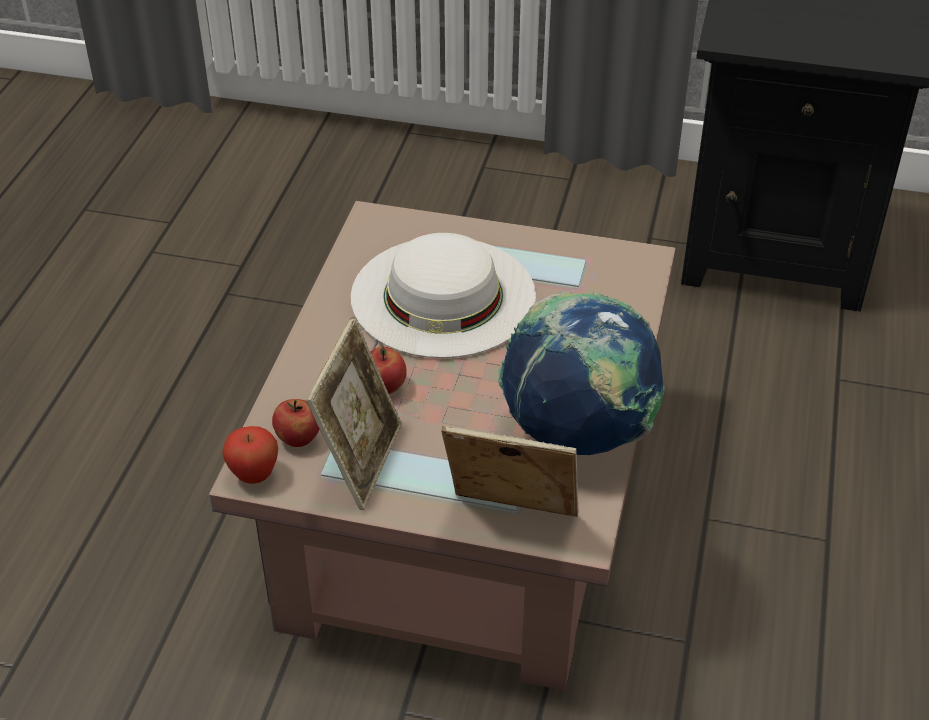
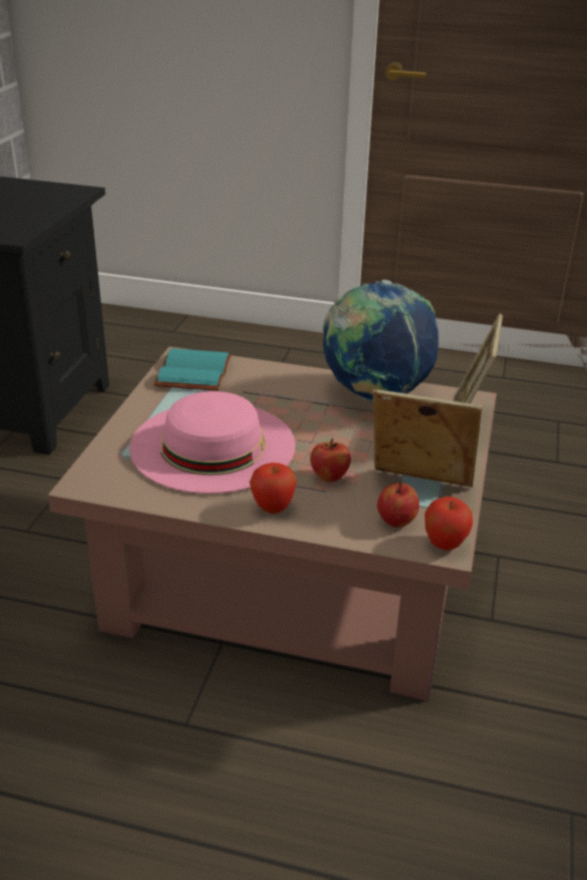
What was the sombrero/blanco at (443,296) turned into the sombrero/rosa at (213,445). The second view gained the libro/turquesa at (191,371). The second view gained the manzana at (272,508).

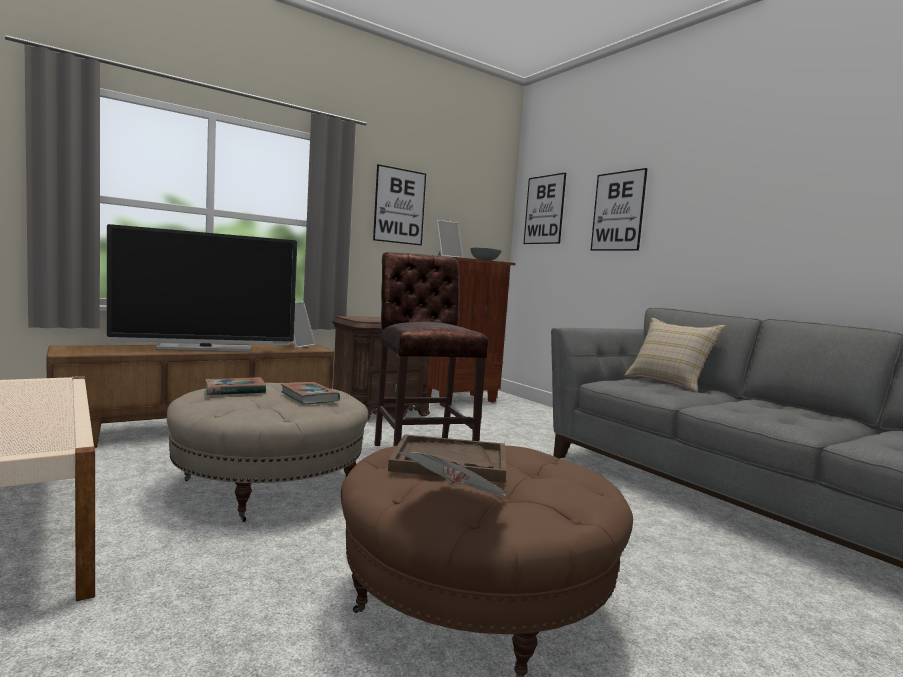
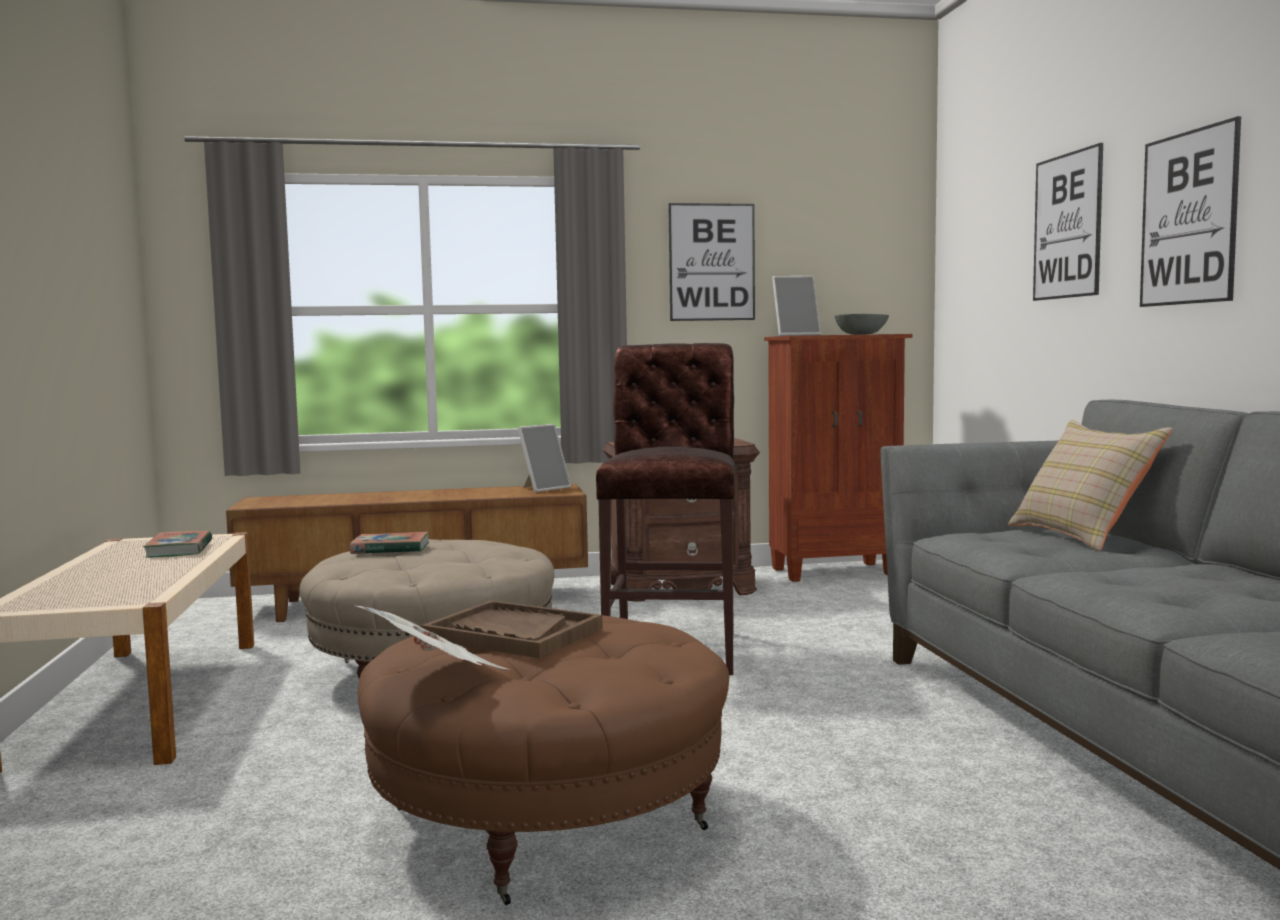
The second view lost the televisor at (205,348). The libro ended up elsewhere, having gone from (309,397) to (179,549). The cuadro ended up elsewhere, having gone from (544,210) to (1188,218).

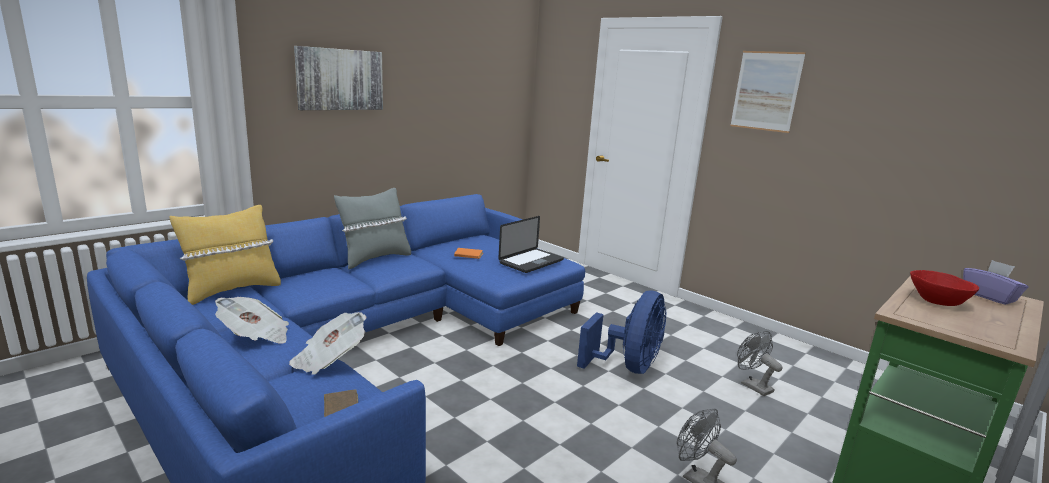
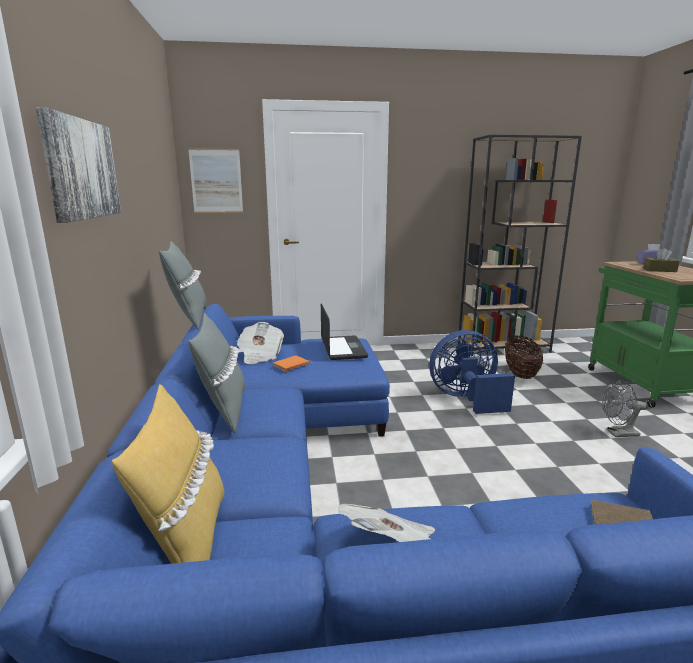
The periódico ended up elsewhere, having gone from (329,359) to (260,355). The ventilador/azul at (628,367) ended up facing another way, 75 degrees counterclockwise from before. The cuadro ended up elsewhere, having gone from (766,91) to (216,181). Where the ventilador/gris stood at (752,385), the cesta came to stand at (520,374). Where the cuenco/rojo stood at (937,301), the caja de pañuelos/marrón came to stand at (659,270). The second view gained the cojín/gris at (188,319). The second view gained the estantería at (503,347).

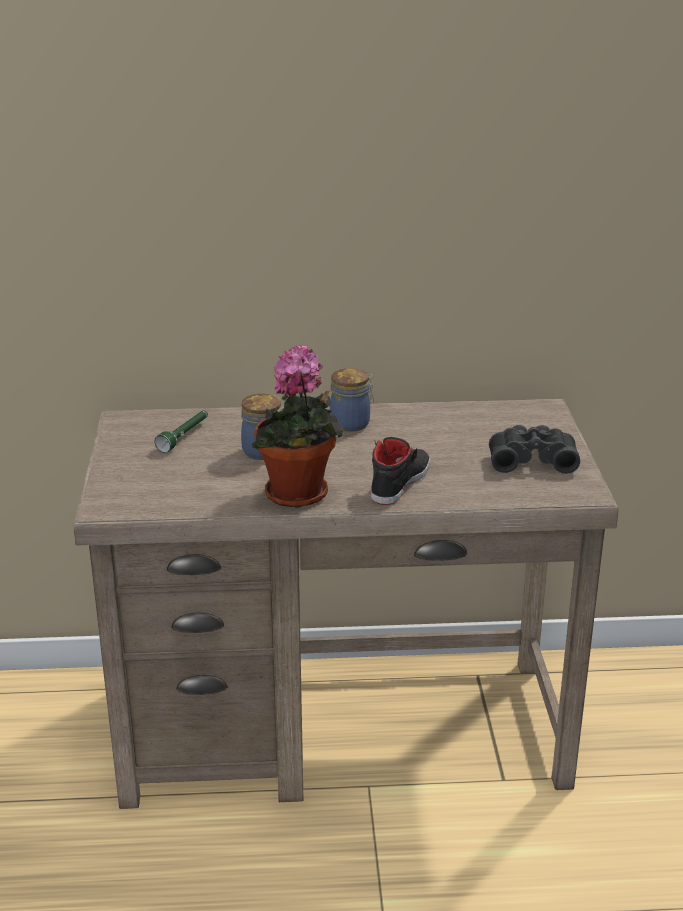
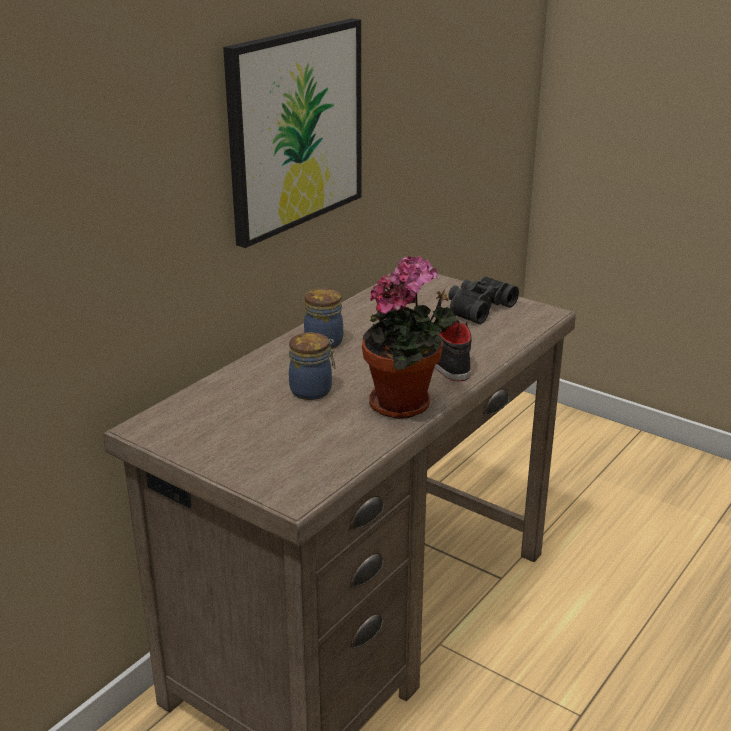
The second view lost the linterna/verde at (184,437). The second view gained the cuadro at (295,129).

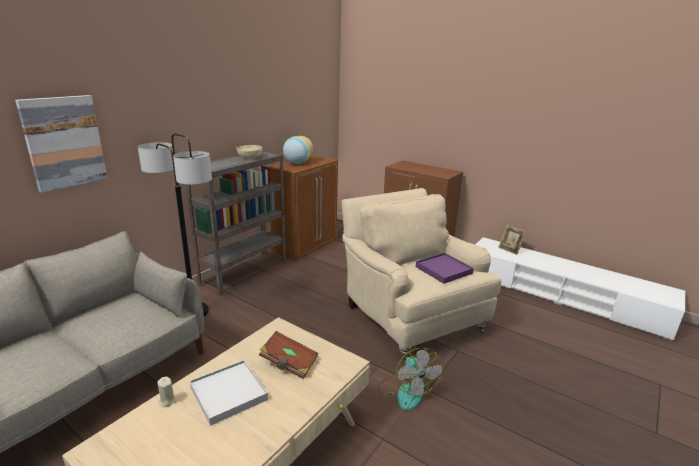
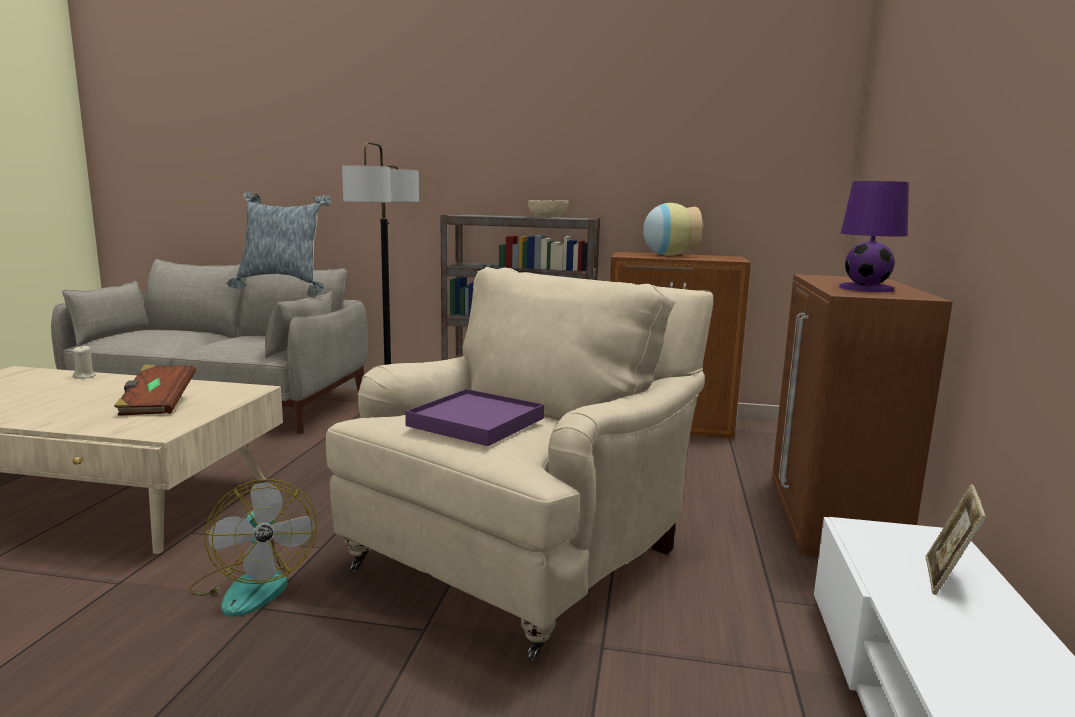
The second view lost the cuadro at (64,142). The second view lost the bandeja/blanco at (228,393). The ventilador at (406,391) ended up facing another way, 75 degrees counterclockwise from before. The second view gained the cojín at (284,292). The second view gained the lámpara de mesa/morado at (866,288).

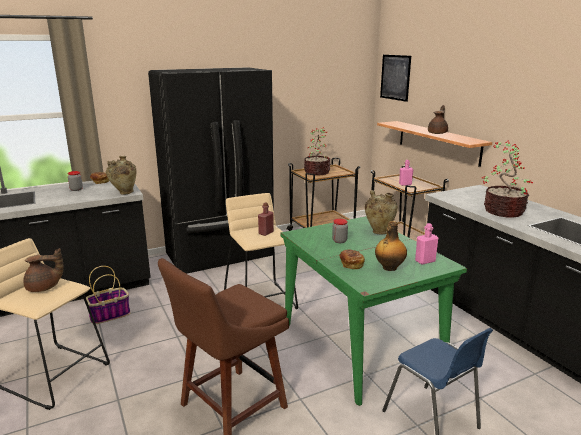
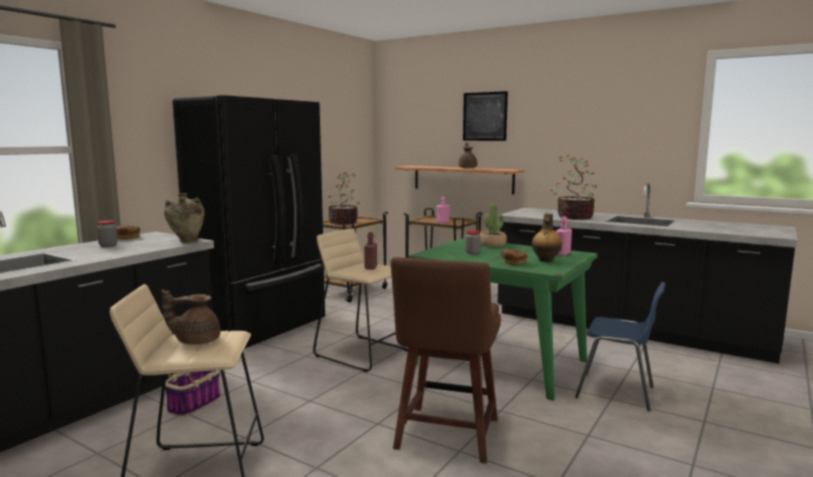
The tetera/marrón at (44,288) ended up facing another way, 150 degrees counterclockwise from before. Where the florero/beis stood at (379,232), the planta en maceta came to stand at (492,244). The cuadro ended up elsewhere, having gone from (395,77) to (485,116).

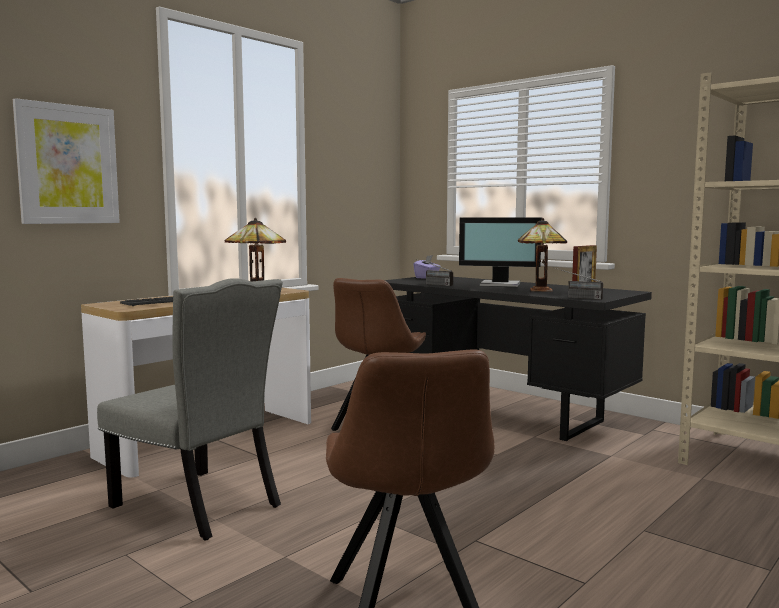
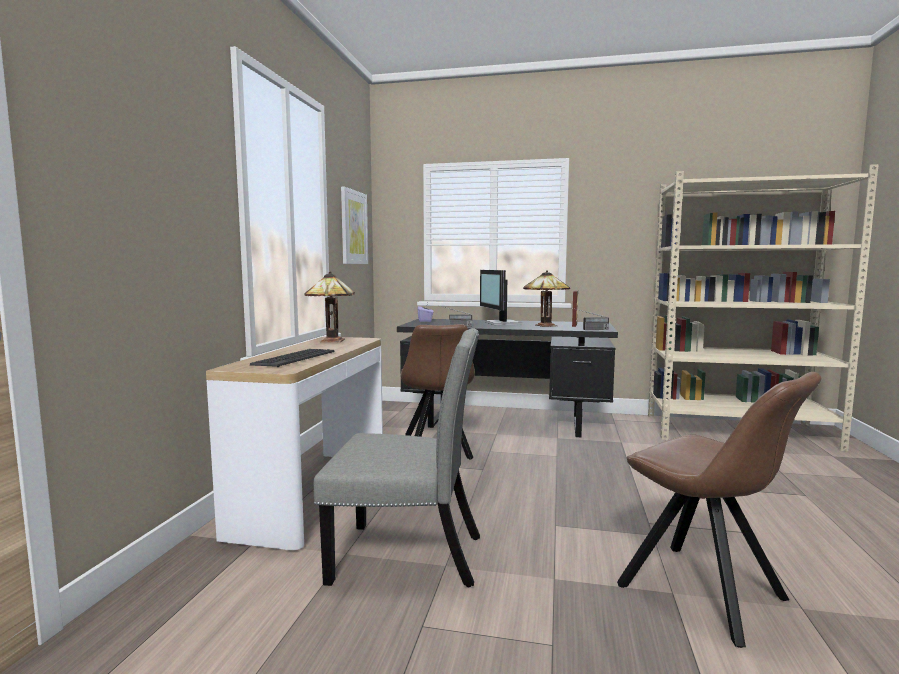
The cuadro ended up elsewhere, having gone from (68,164) to (353,227). The monitor at (500,284) ended up facing another way, 90 degrees clockwise from before.

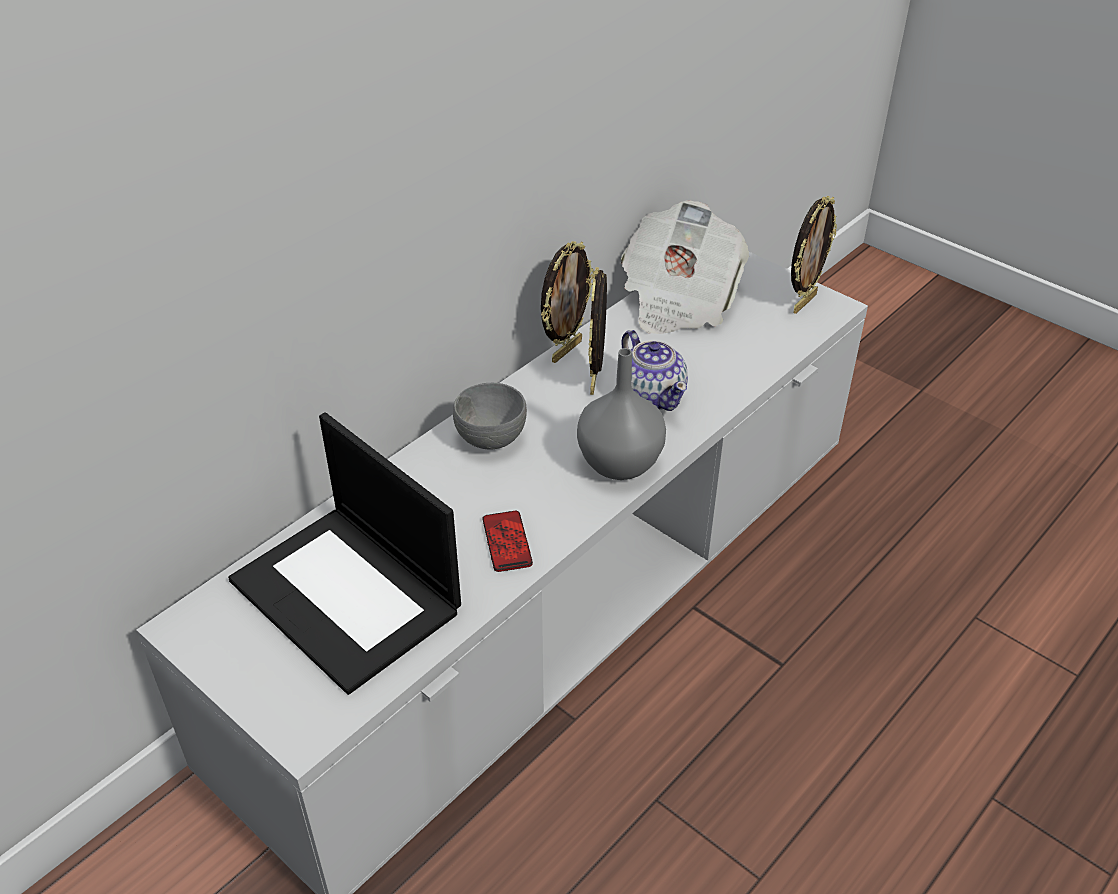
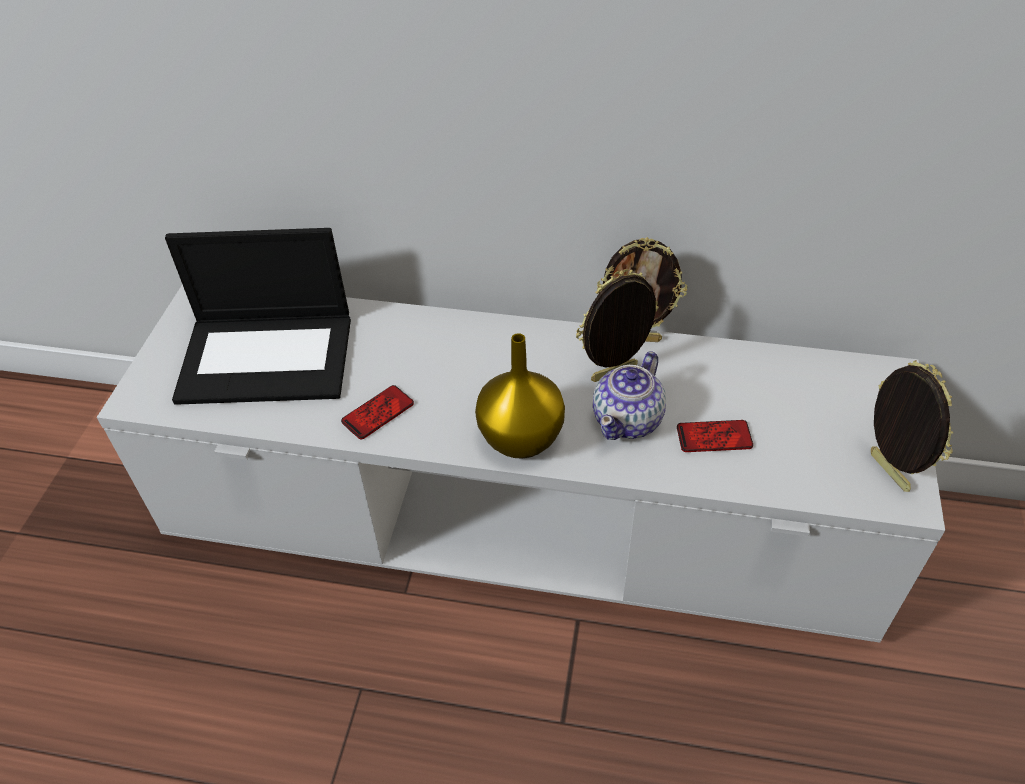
The portátil at (348,596) ended up facing another way, 105 degrees counterclockwise from before. The second view lost the cuenco/gris at (490,439). What was the florero/gris at (619,462) turned into the florero/amarillo at (522,438). The second view lost the periódico at (678,299). The portarretratos at (803,302) ended up facing another way, 120 degrees counterclockwise from before. The second view gained the móvil at (714,437).

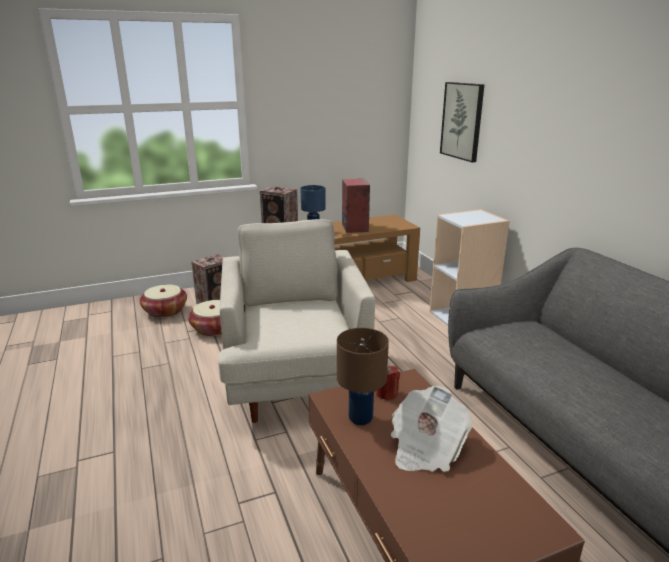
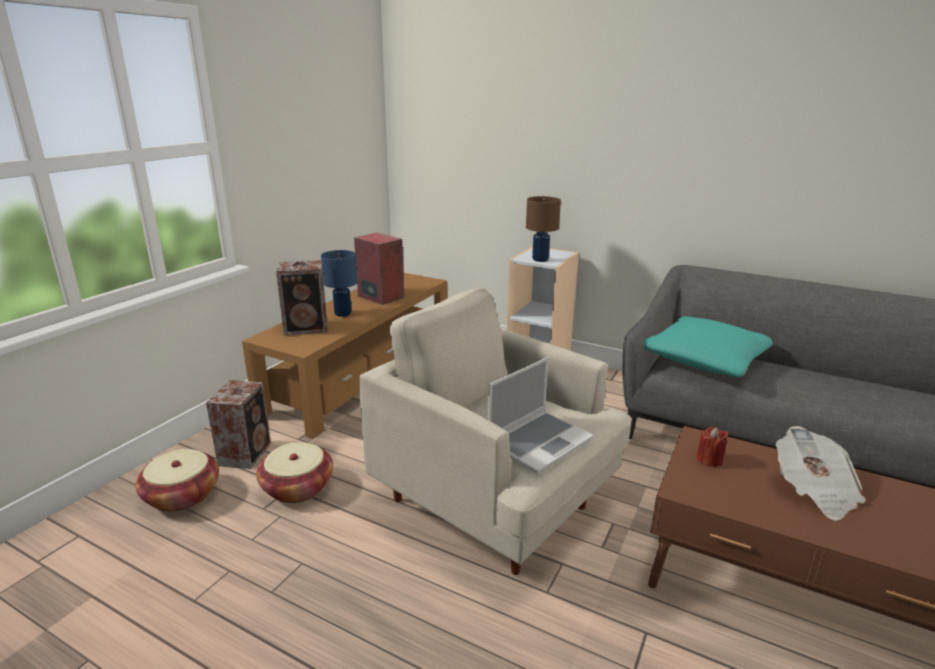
The lámpara de mesa/marrón ended up elsewhere, having gone from (360,419) to (540,260). The second view lost the cuadro at (462,121). The second view gained the portátil at (539,442). The second view gained the cojín/turquesa at (704,361).

